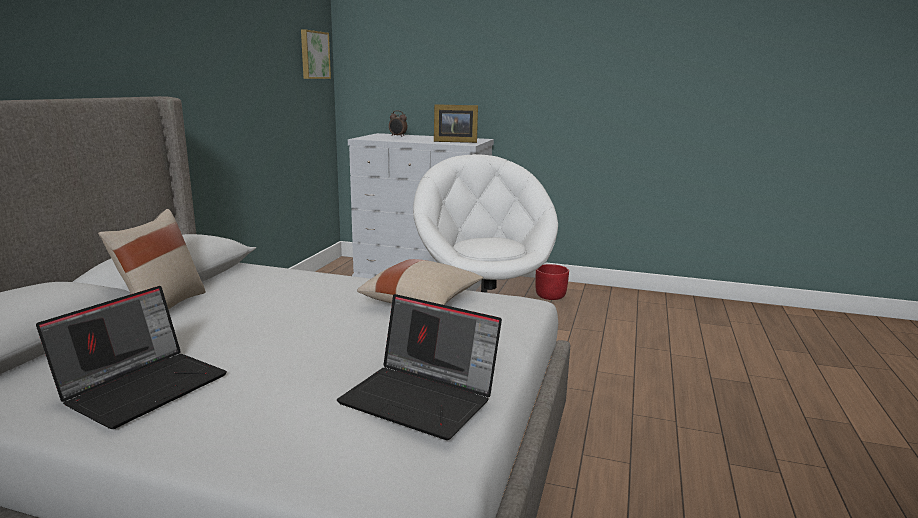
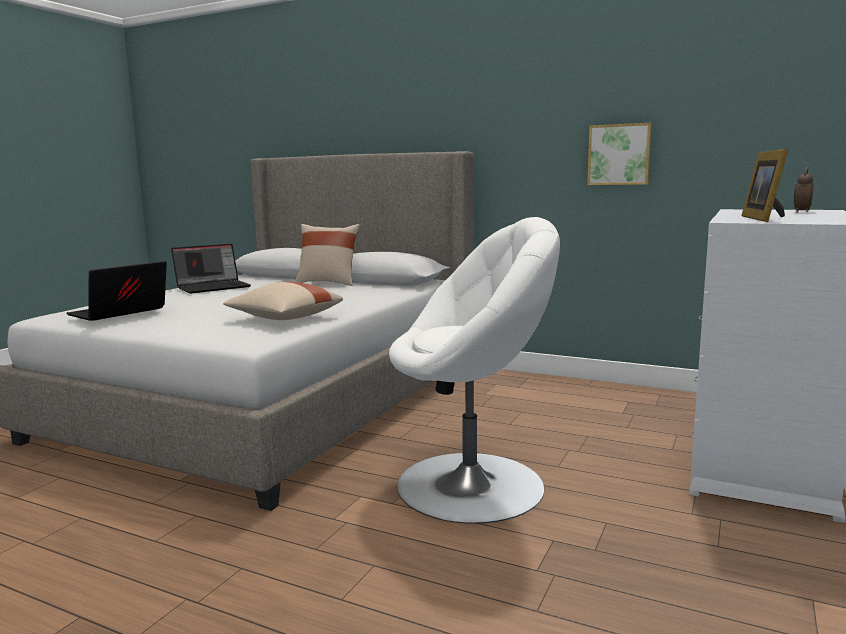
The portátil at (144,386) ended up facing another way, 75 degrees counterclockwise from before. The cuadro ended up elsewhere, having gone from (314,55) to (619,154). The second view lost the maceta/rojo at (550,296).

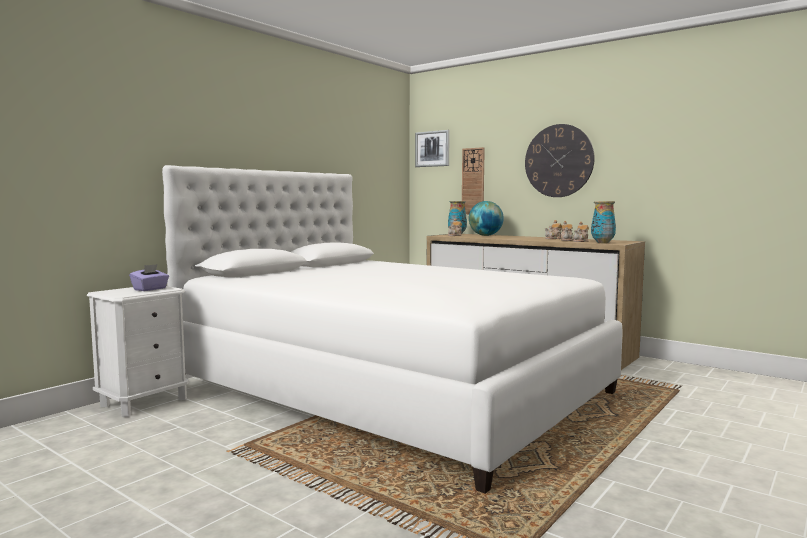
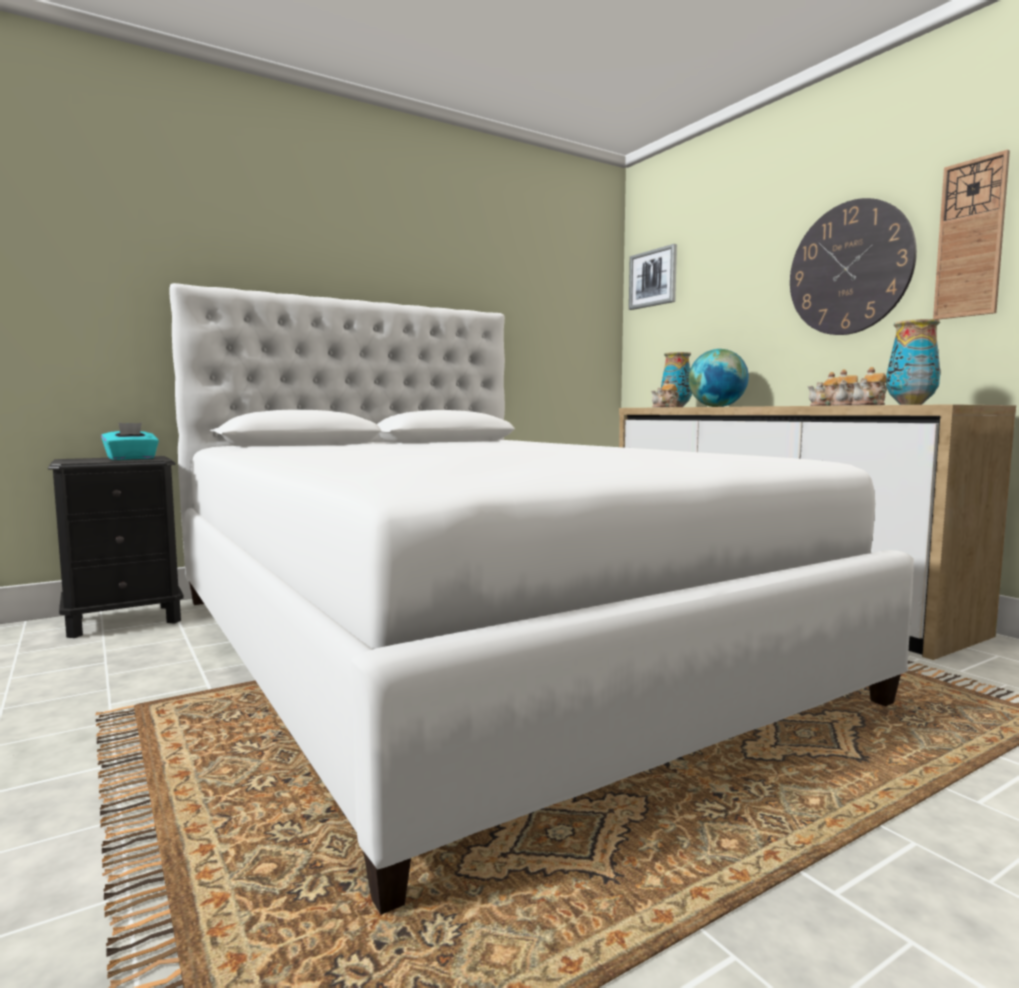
What was the mesita de noche/blanco at (144,402) turned into the mesita de noche/negro at (124,620). What was the caja de pañuelos/morado at (150,289) turned into the caja de pañuelos/turquesa at (131,458). The reloj de pared ended up elsewhere, having gone from (473,181) to (970,239).

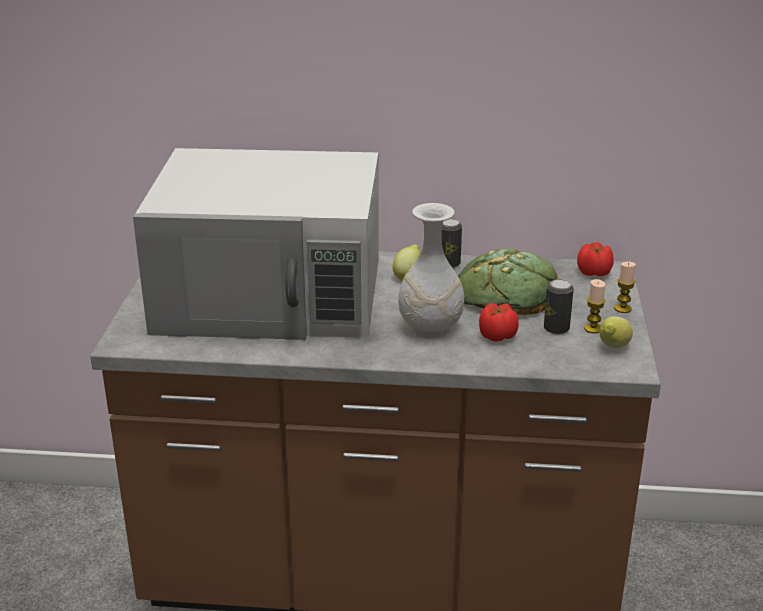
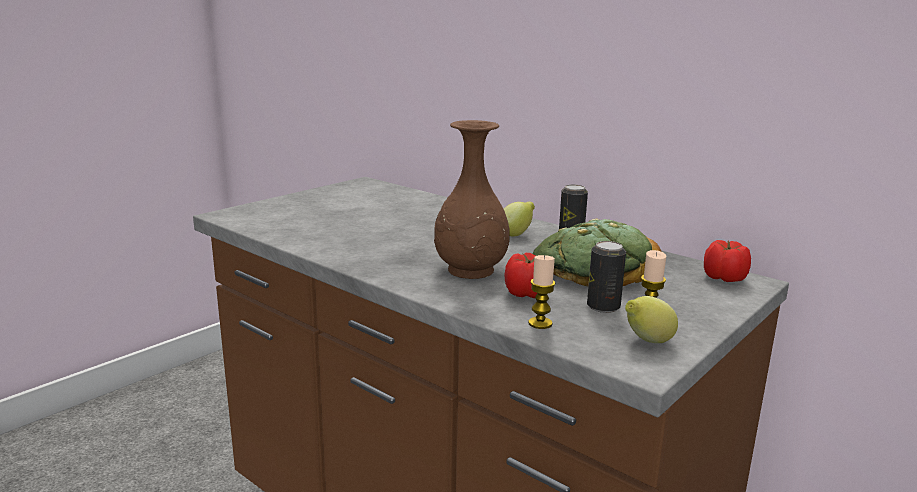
The second view lost the microondas/blanco at (272,294). What was the florero/blanco at (429,328) turned into the florero/marrón at (469,270). The vela ended up elsewhere, having gone from (622,308) to (540,323).

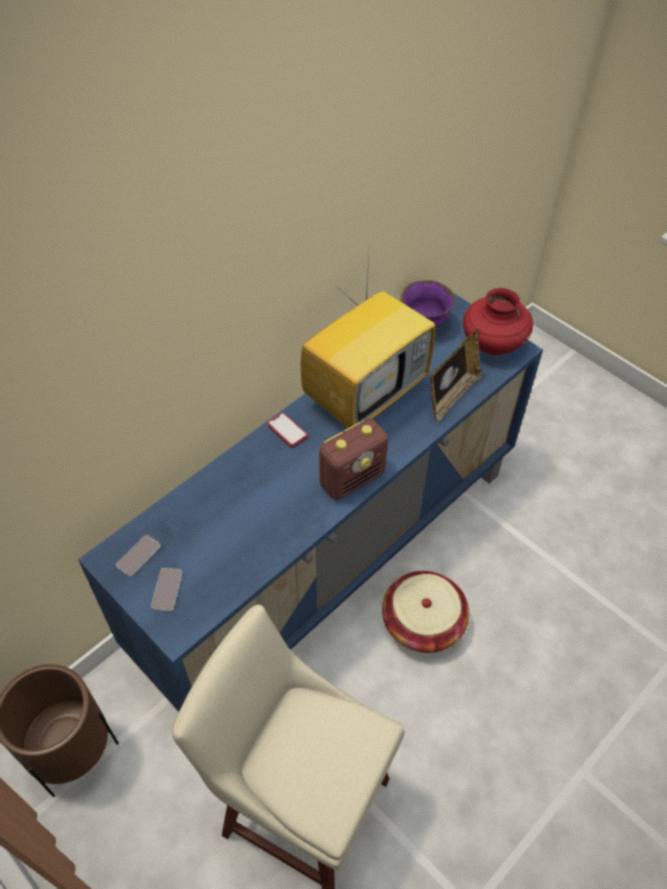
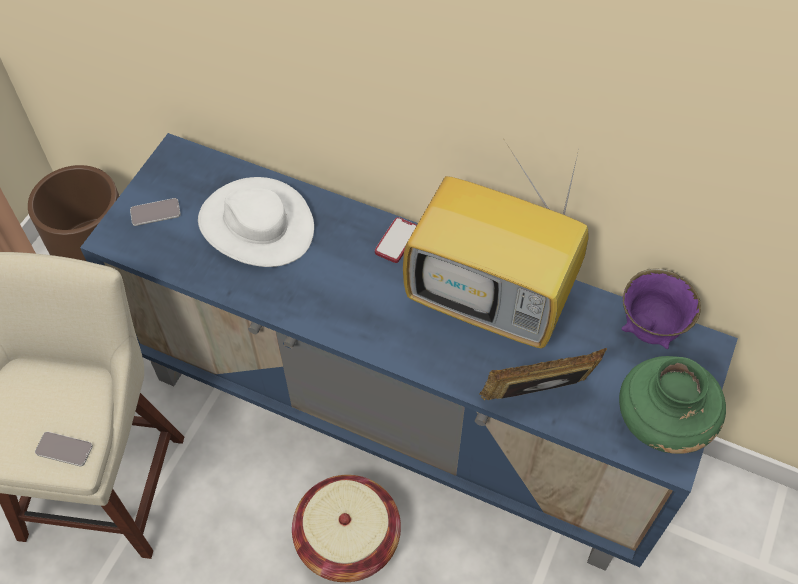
The móvil ended up elsewhere, having gone from (138,556) to (64,449). The second view lost the radio at (352,478). The portarretratos at (451,396) ended up facing another way, 150 degrees clockwise from before. What was the florero/rojo at (492,344) turned into the florero/verde at (661,422). The second view gained the sombrero/blanco at (256,225).

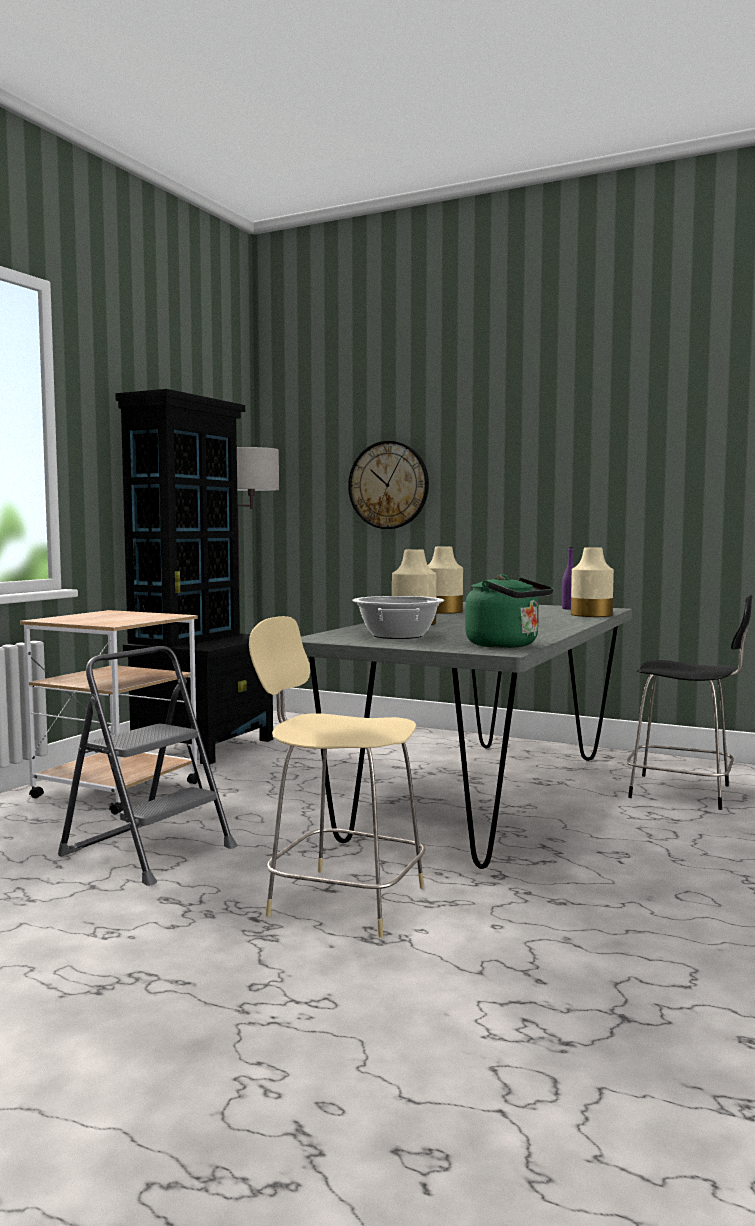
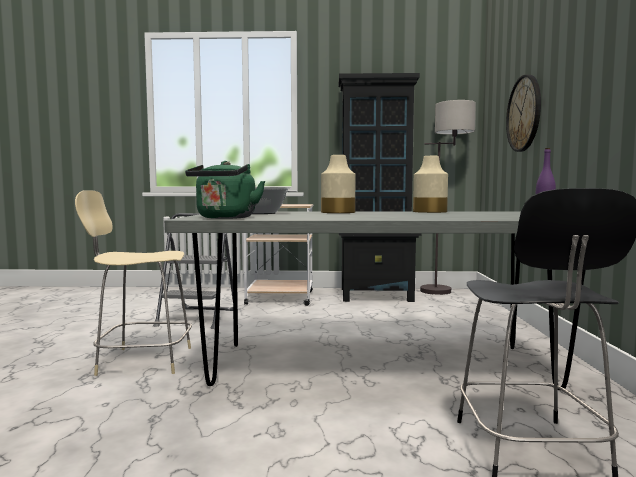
The silla/beis at (341,900) ended up facing another way, 90 degrees counterclockwise from before. The second view lost the florero/beis at (591,615).

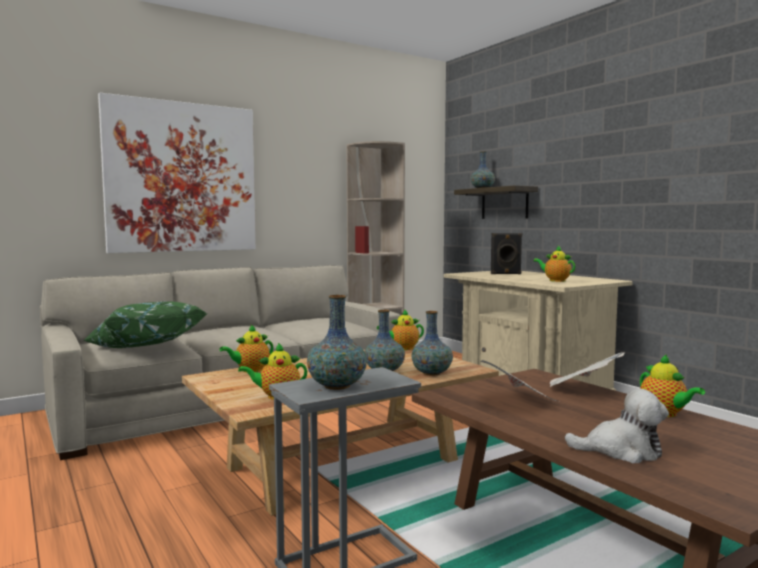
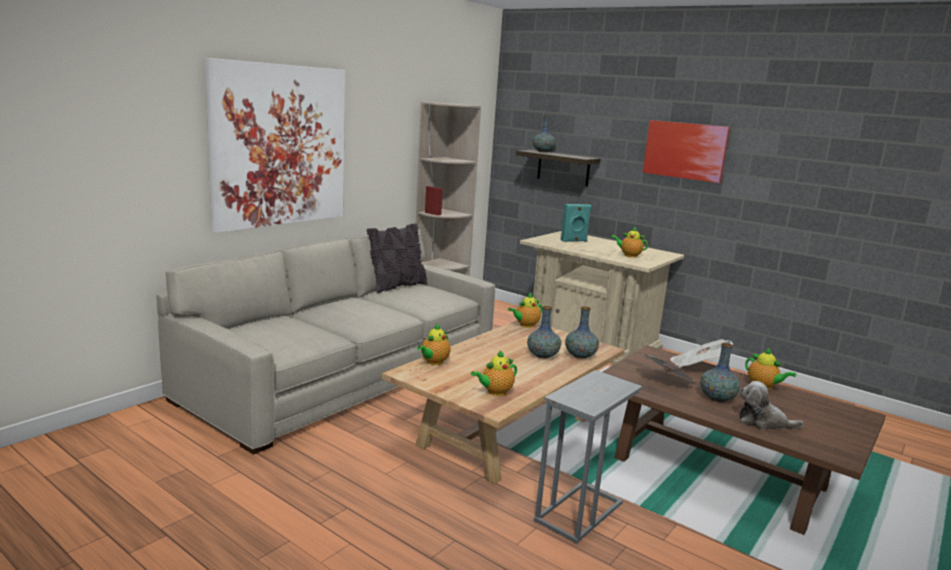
The second view lost the cojín/verde at (145,347). The florero ended up elsewhere, having gone from (337,386) to (717,398). What was the altavoz/negro at (505,274) turned into the altavoz/turquesa at (574,241). The peluche at (621,451) ended up facing another way, 150 degrees counterclockwise from before. The second view gained the cojín/negro at (397,286). The second view gained the cuadro at (685,150).

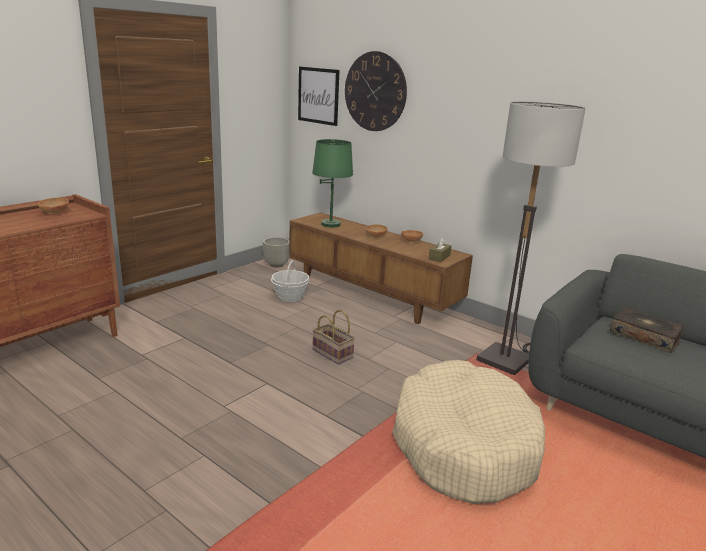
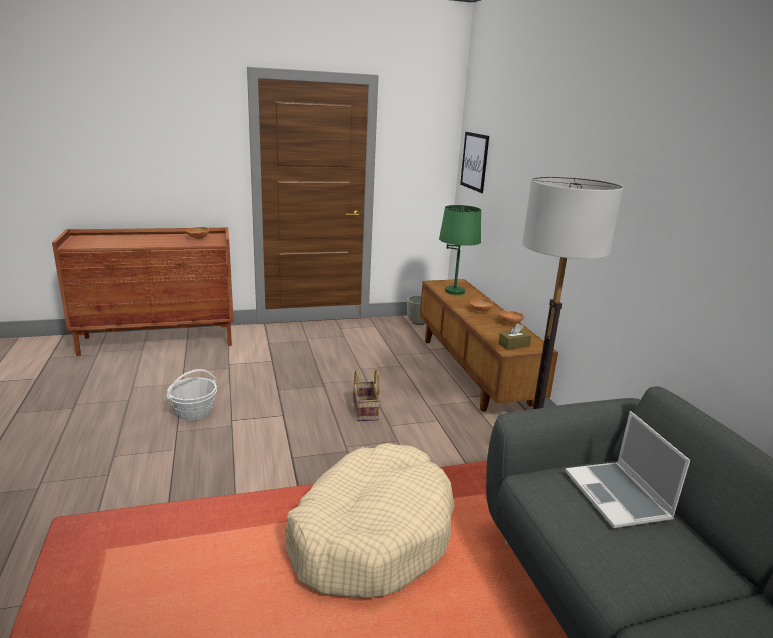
The cesta ended up elsewhere, having gone from (290,297) to (194,412). The second view lost the reloj de pared at (375,92). Where the libro stood at (644,336), the portátil came to stand at (618,496).

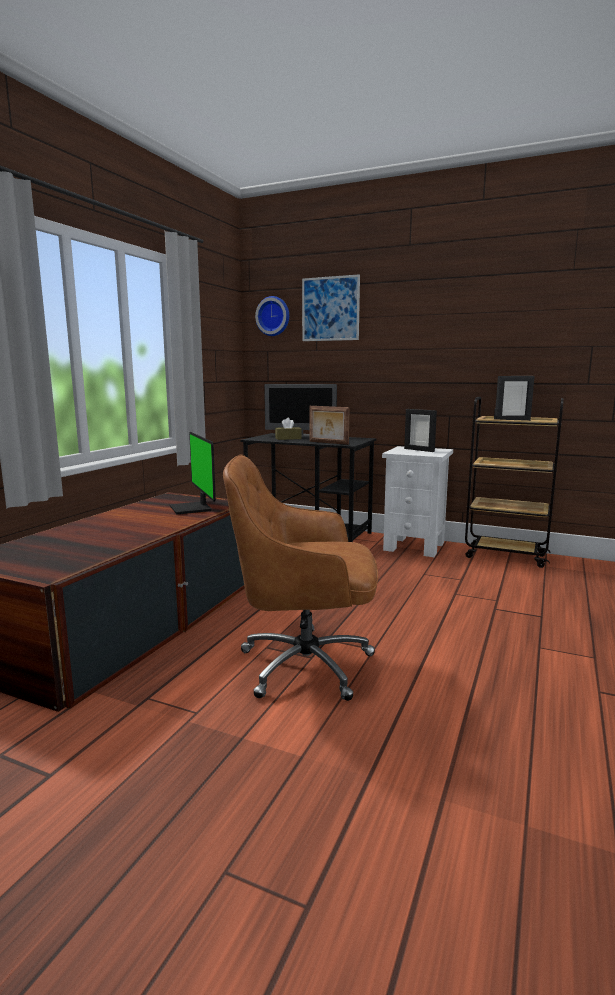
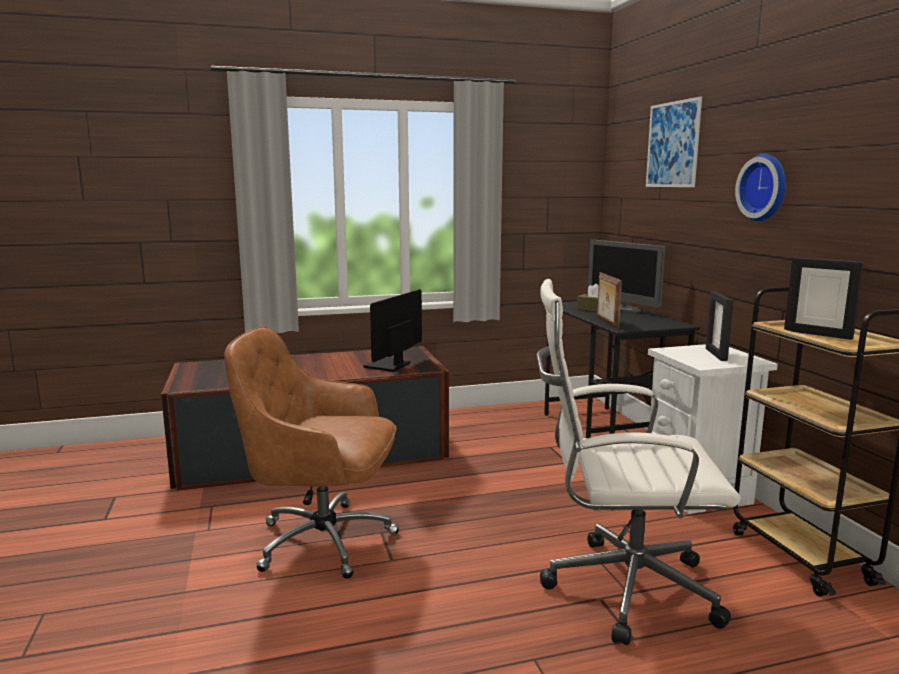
The silla de oficina/marrón at (305,664) ended up facing another way, 45 degrees counterclockwise from before. The reloj de pared ended up elsewhere, having gone from (273,316) to (765,187). The second view gained the silla de oficina/blanco at (621,589).

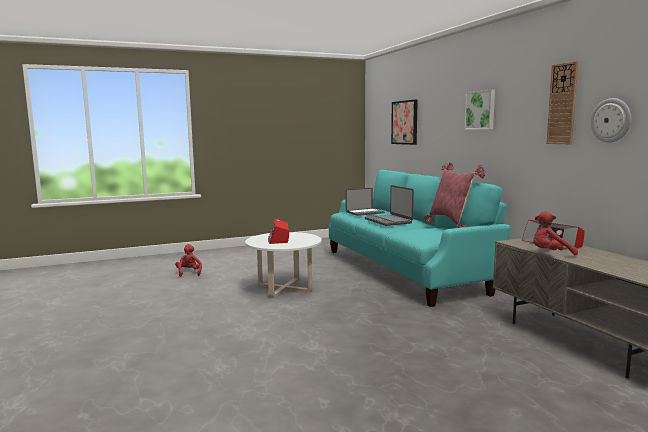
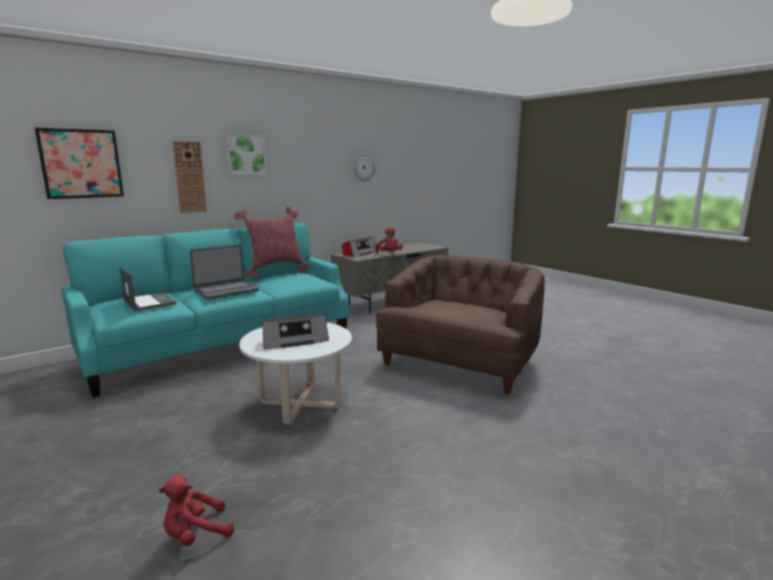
The reloj de pared ended up elsewhere, having gone from (562,104) to (190,177). The second view gained the sillón/marrón at (459,363).

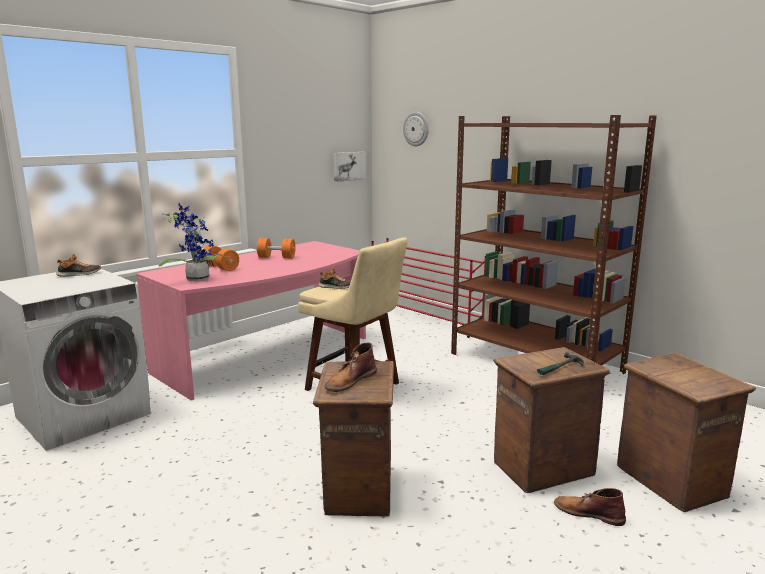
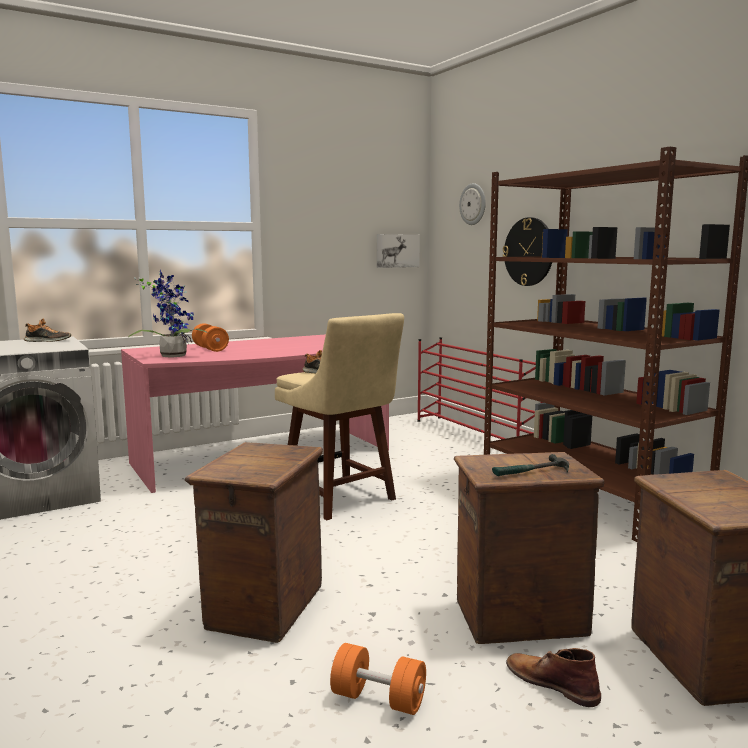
The mancuerna/naranja ended up elsewhere, having gone from (276,257) to (378,699). The second view lost the bota/marrón at (350,381). The second view gained the reloj de pared at (529,251).

